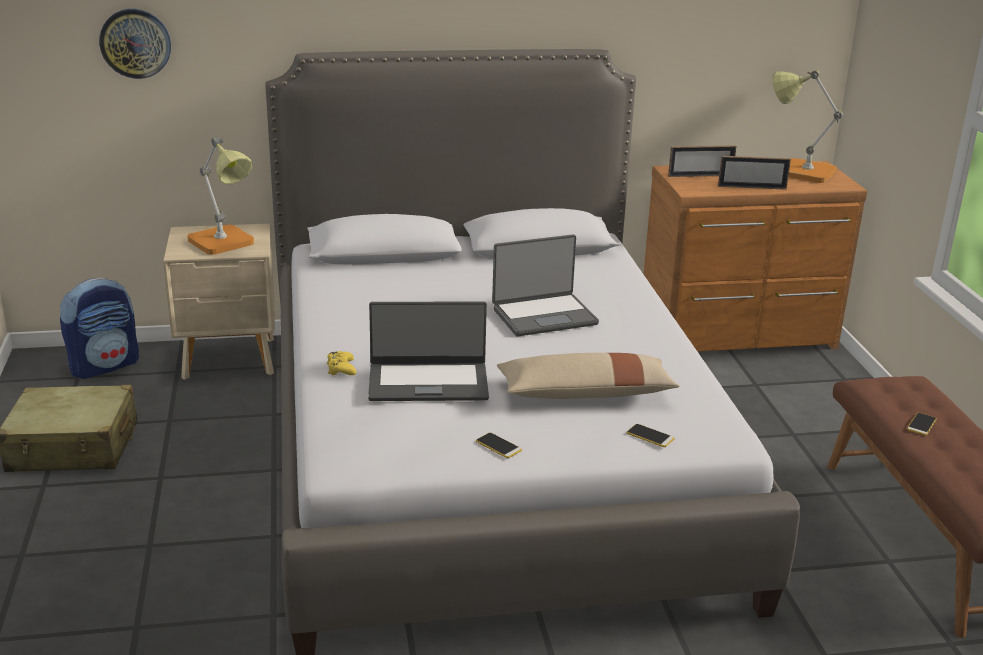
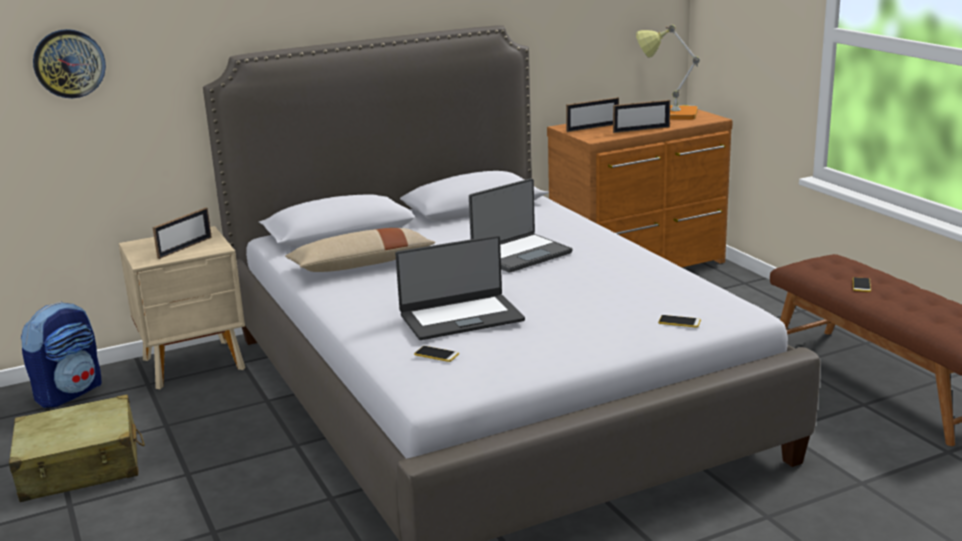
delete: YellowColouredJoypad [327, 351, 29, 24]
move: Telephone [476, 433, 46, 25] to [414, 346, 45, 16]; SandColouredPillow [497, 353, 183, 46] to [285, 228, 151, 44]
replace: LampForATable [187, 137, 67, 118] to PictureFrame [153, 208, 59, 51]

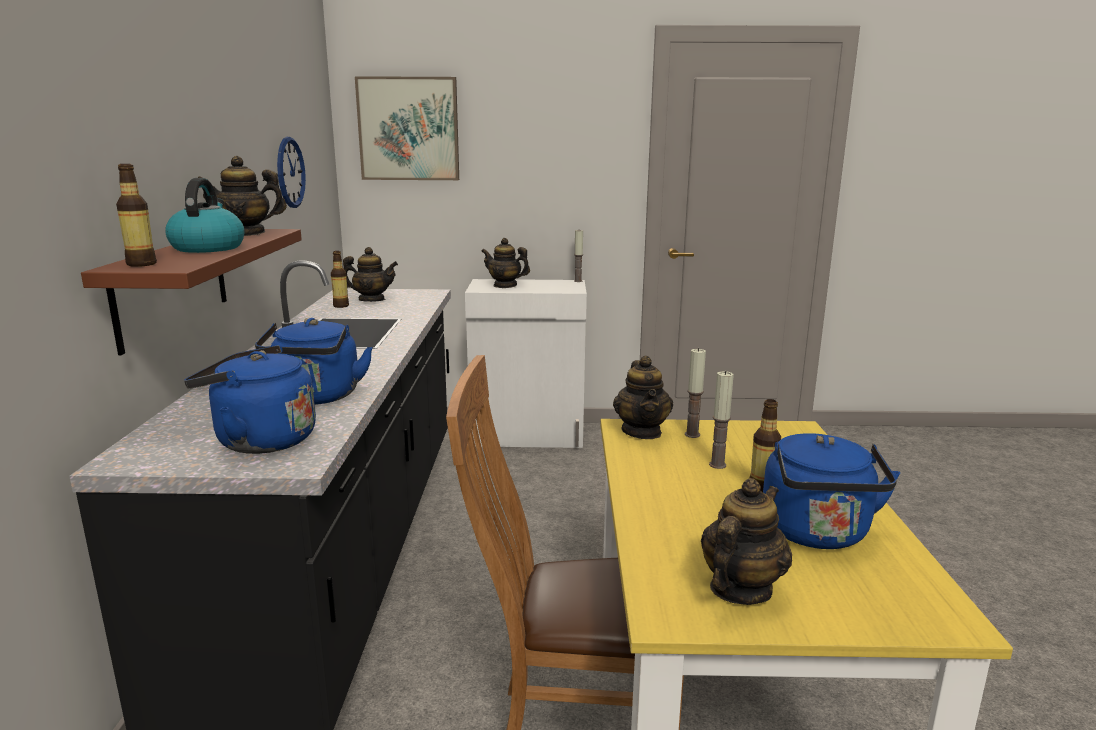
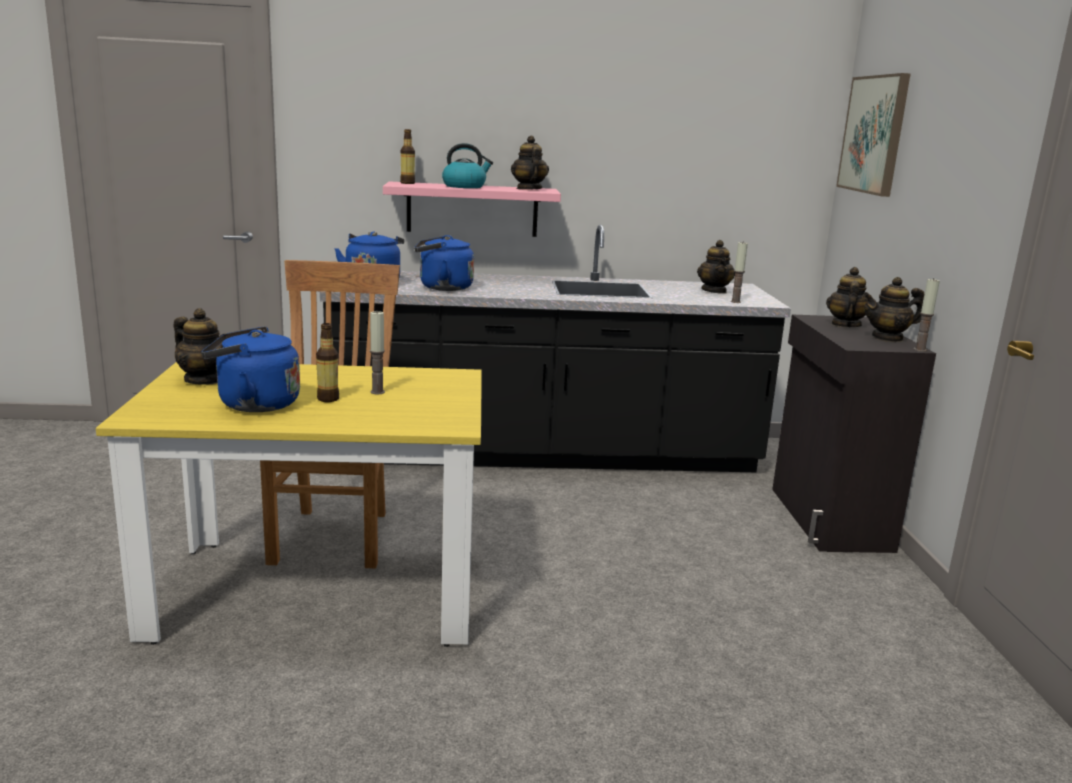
delete: HangingClock [277, 137, 29, 71]; DrinkBottle [331, 251, 18, 57]
move: TeaPot [613, 356, 60, 83] to [863, 277, 61, 65]; WaxLight [685, 348, 21, 90] to [731, 241, 17, 62]
recolor: BrownishBracketShelf [81, 229, 221, 126] to PinkColouredBracketShelf [383, 182, 178, 55]; WhitishCupboard [465, 279, 122, 169] to BlackishCupboard [772, 315, 164, 238]

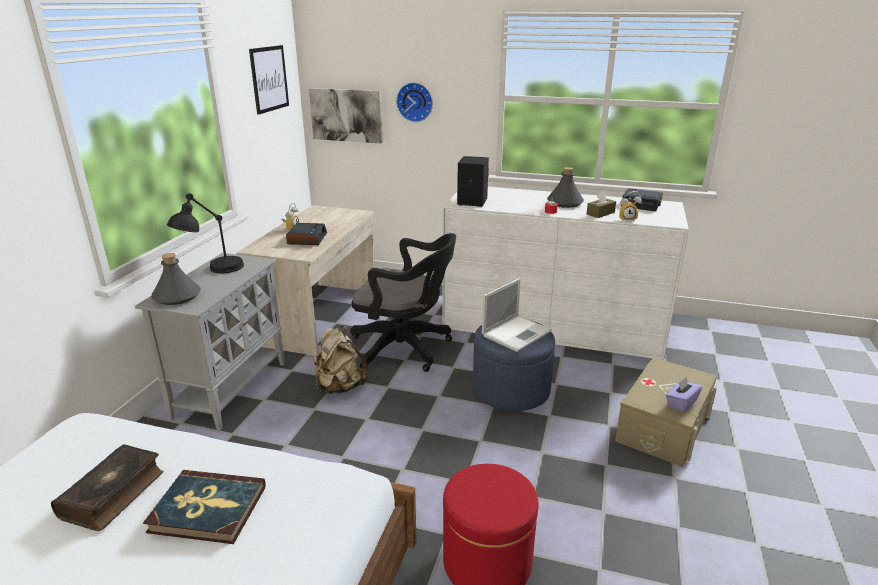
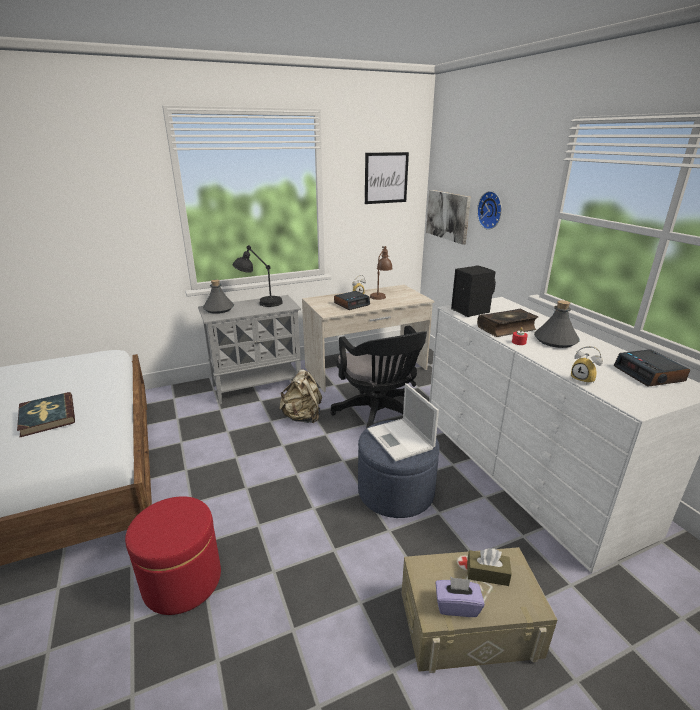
insert: BrownishLampForATable [370, 246, 23, 54]
move: BoundBook [51, 444, 113, 87] to [477, 309, 61, 28]; BrownishTissueHolder [587, 191, 29, 27] to [467, 548, 45, 38]
rotate: Laptop [482, 278, 70, 74] = [367, 383, 72, 79] 60 degrees clockwise

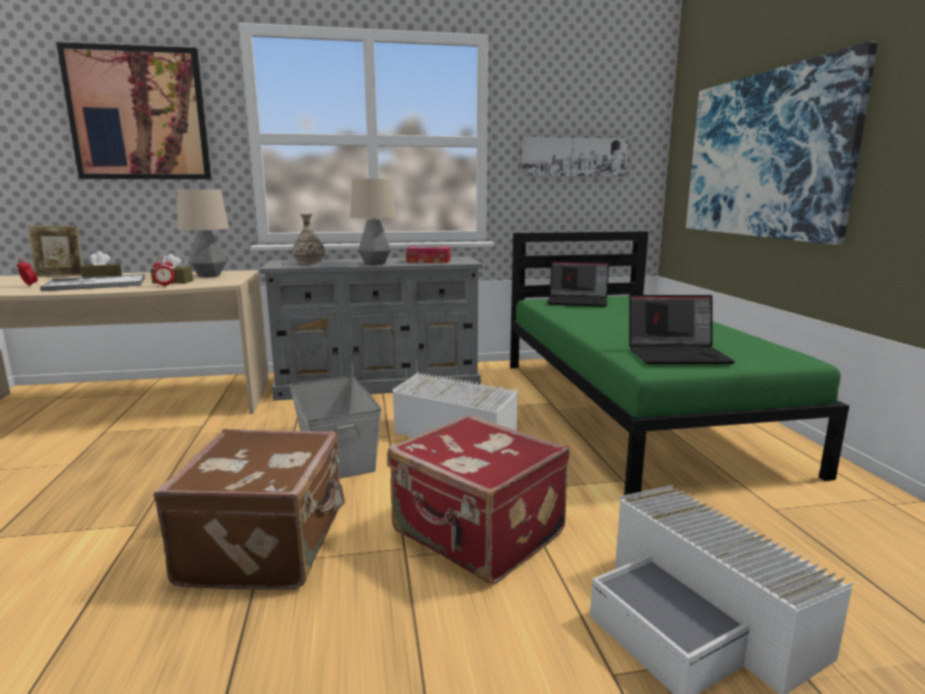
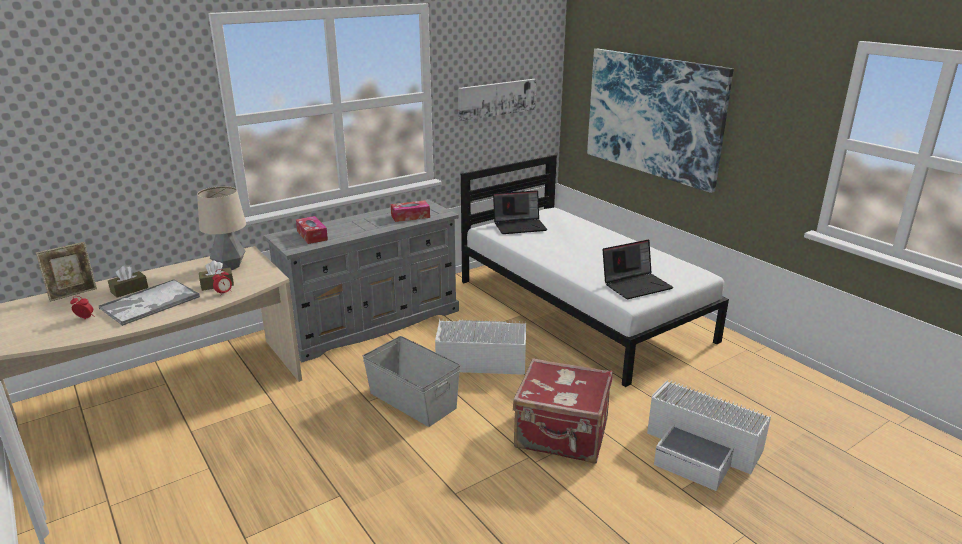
delete: WallPicture [56, 42, 155, 137]; BrownishTravelCase [153, 429, 192, 161]; LampForATable [350, 179, 46, 86]
replace: DecorativeVase [292, 213, 33, 51] to TissueHolder [296, 216, 32, 28]
recolor: GreenishBedroomBed [510, 231, 339, 268] to WhitishBedroomBed [461, 155, 268, 232]

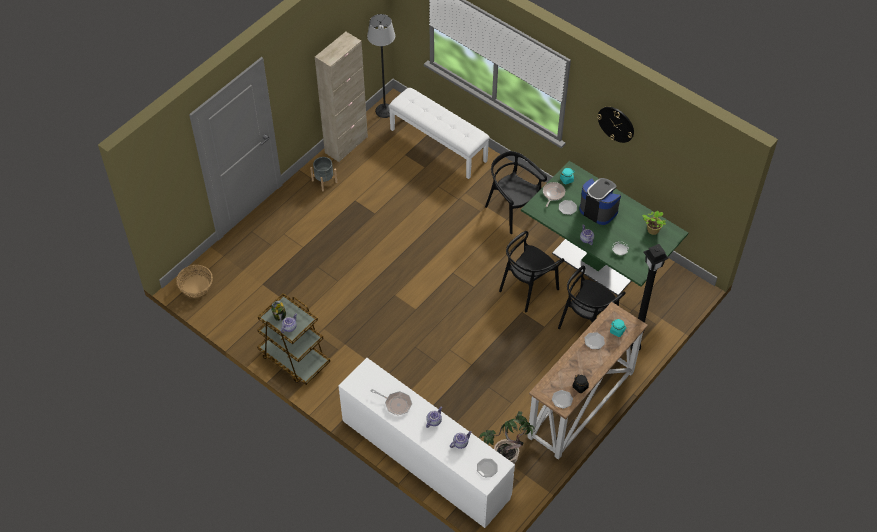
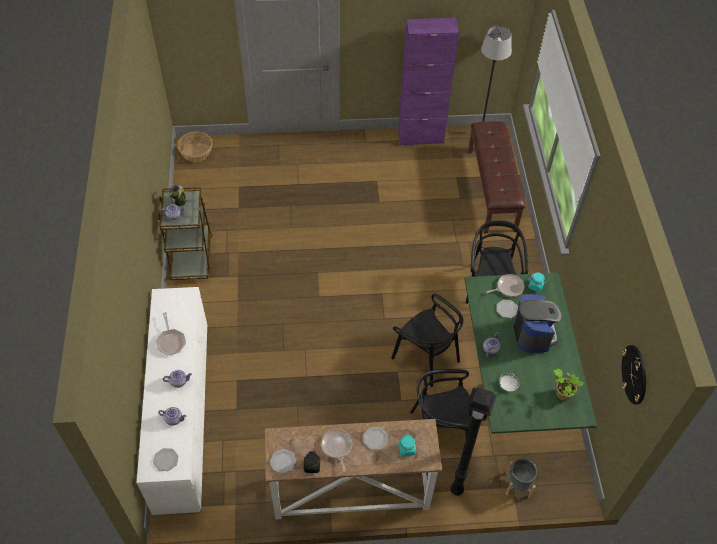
delete: PlantInAPot [479, 411, 56, 53]
insert: FryingPan [321, 429, 31, 43]
move: GrayPlantPot [310, 157, 27, 34] to [506, 459, 31, 39]; HangingClock [597, 107, 37, 36] to [622, 345, 24, 60]
recolor: SandColouredCupboard [315, 32, 53, 130] to PurpleColouredCupboard [398, 18, 61, 128]; WhitishLongSeat [388, 88, 102, 91] to BrownishLongSeat [468, 121, 57, 113]
rotate: BlackishPlainChair [499, 231, 65, 81] = [391, 294, 73, 93] 135 degrees counterclockwise

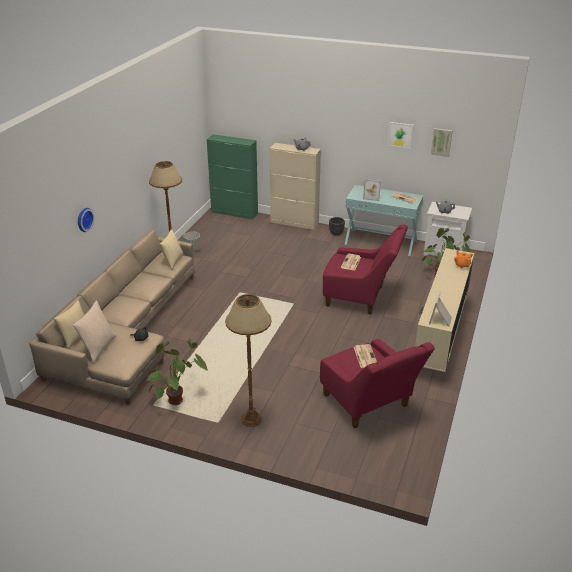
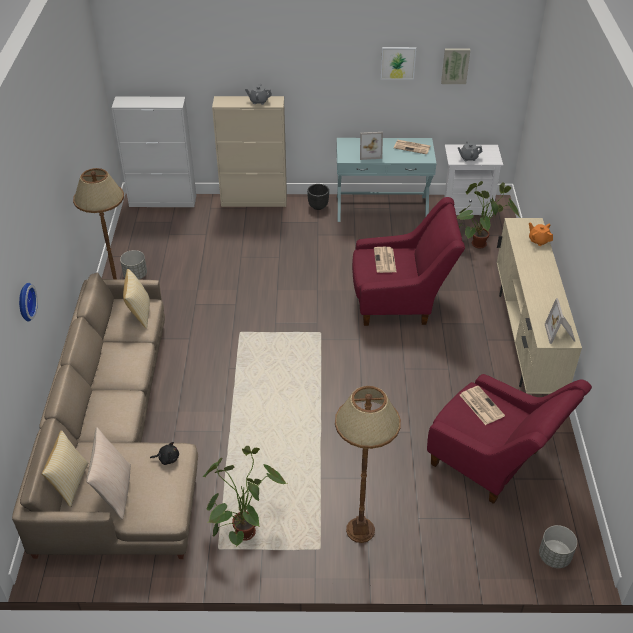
insert: GrayPlantPot [539, 525, 38, 43]
recolor: GreenishCupboard [207, 134, 51, 86] to WhitishCupboard [111, 97, 85, 110]

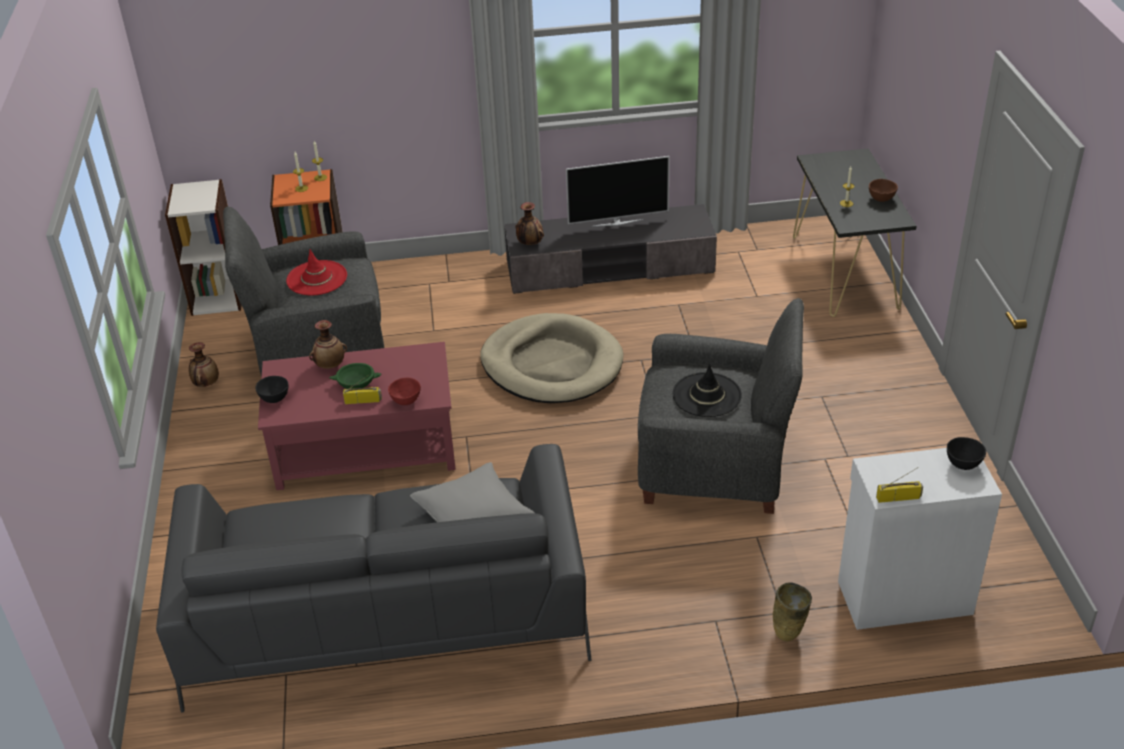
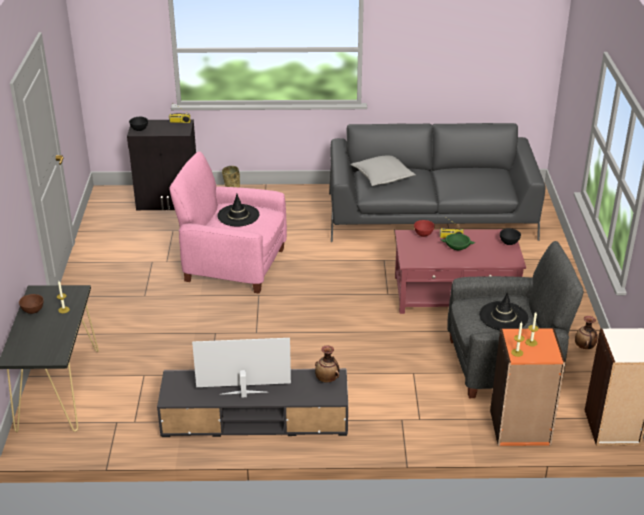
delete: DecorativeVase [309, 320, 38, 49]; SandColouredPetBed [480, 313, 144, 90]
recolor: ReddishWearableHat [286, 249, 61, 46] to BlackishWearableHat [479, 292, 49, 38]; GrayArmchair [638, 298, 166, 216] to PinkColouredArmchair [169, 151, 118, 143]; WhitishCupboard [838, 448, 164, 182] to BlackishCupboard [127, 120, 69, 90]

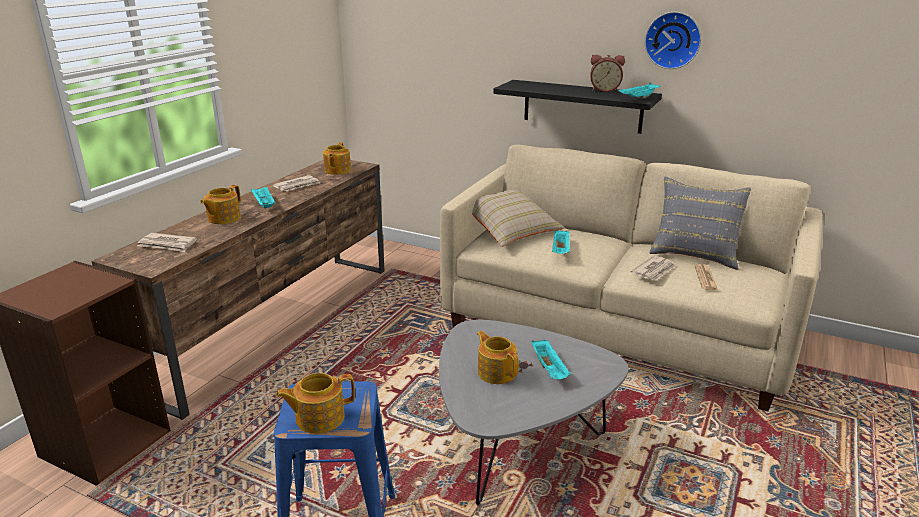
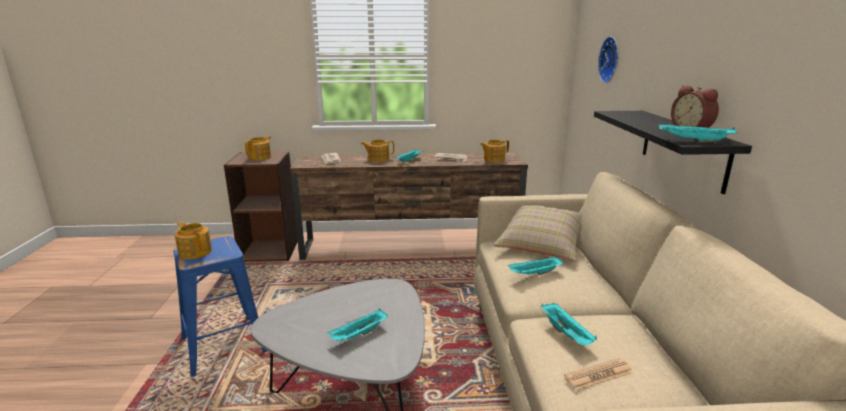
delete: GrayPillow [650, 177, 101, 93]
move: TeaPot [477, 331, 42, 53] to [245, 136, 26, 24]; HangingClock [644, 12, 57, 57] to [598, 36, 21, 47]
replace: Newspaper [631, 256, 44, 25] to TurquoiseColouredServingTray [541, 303, 56, 42]

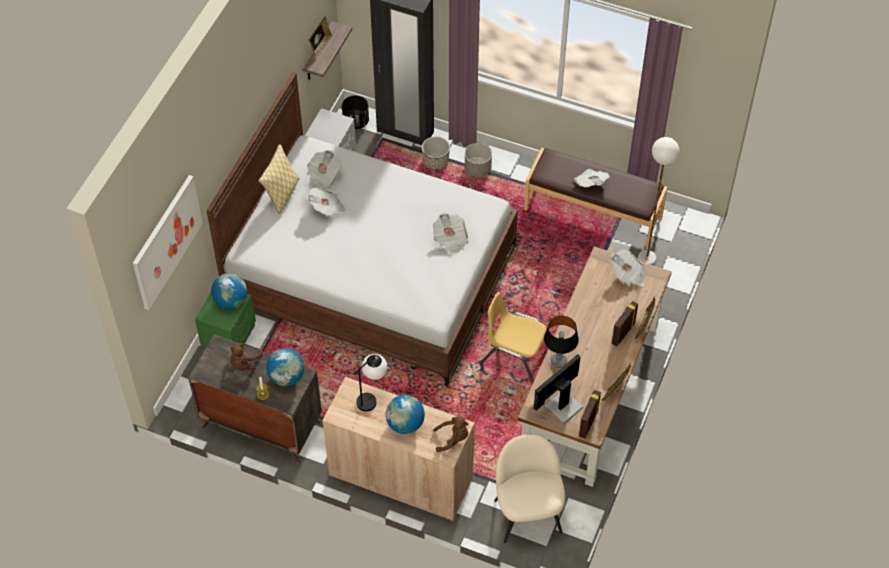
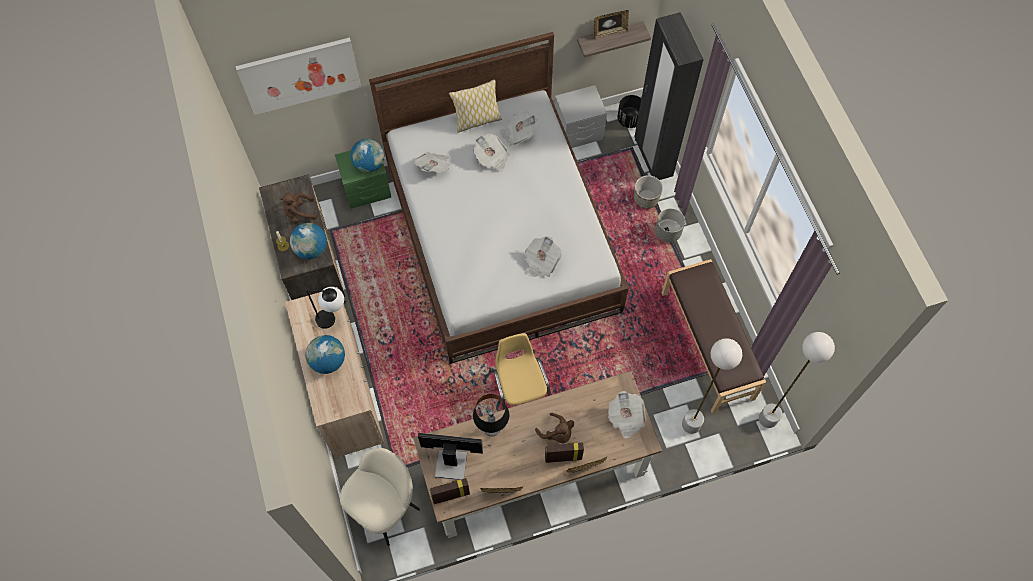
insert: WhitishFloorLamp [759, 332, 76, 96]
move: BrownishCuddlyToy [433, 416, 35, 36] to [535, 413, 39, 30]; Newspaper [574, 169, 36, 18] to [414, 152, 36, 21]

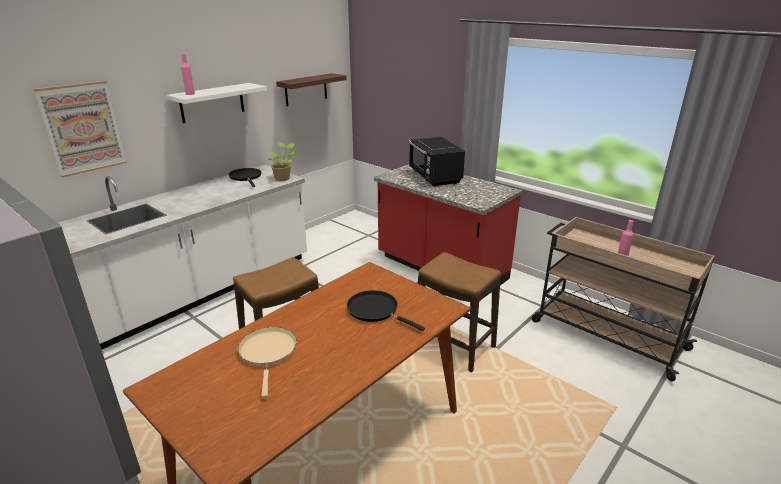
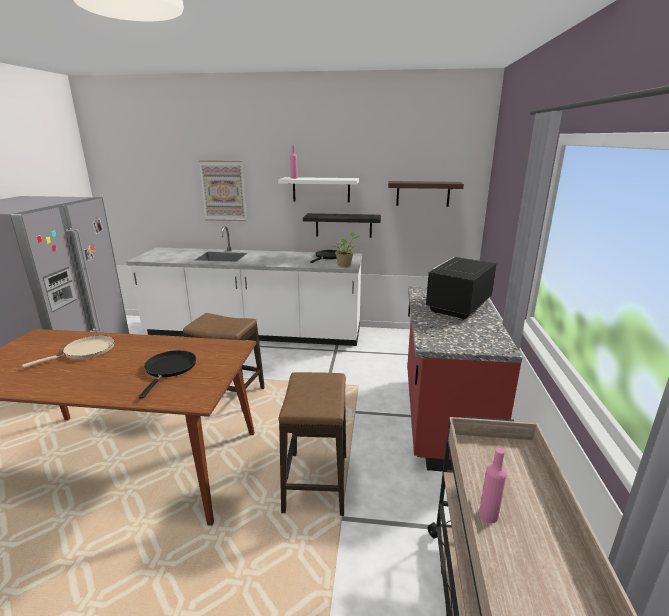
insert: BlackishBracketShelf [303, 213, 78, 25]

